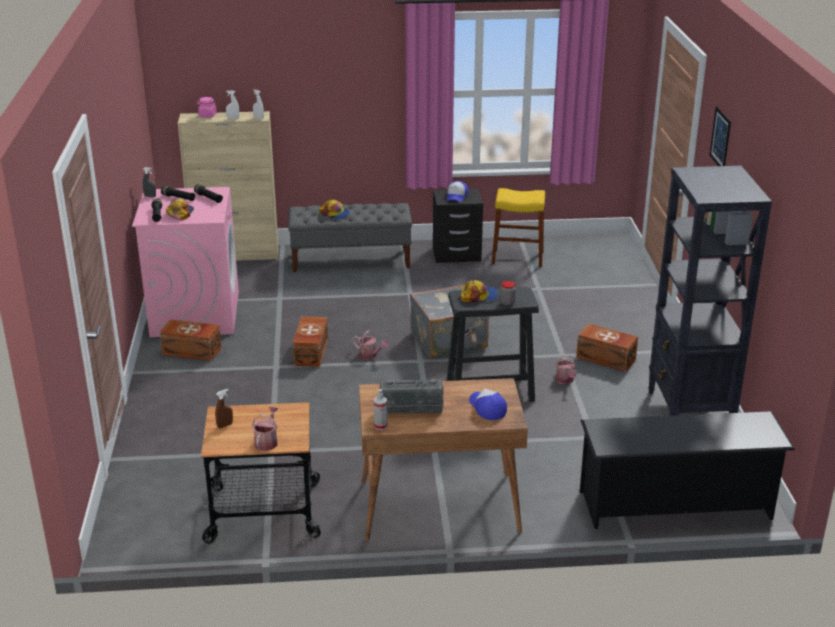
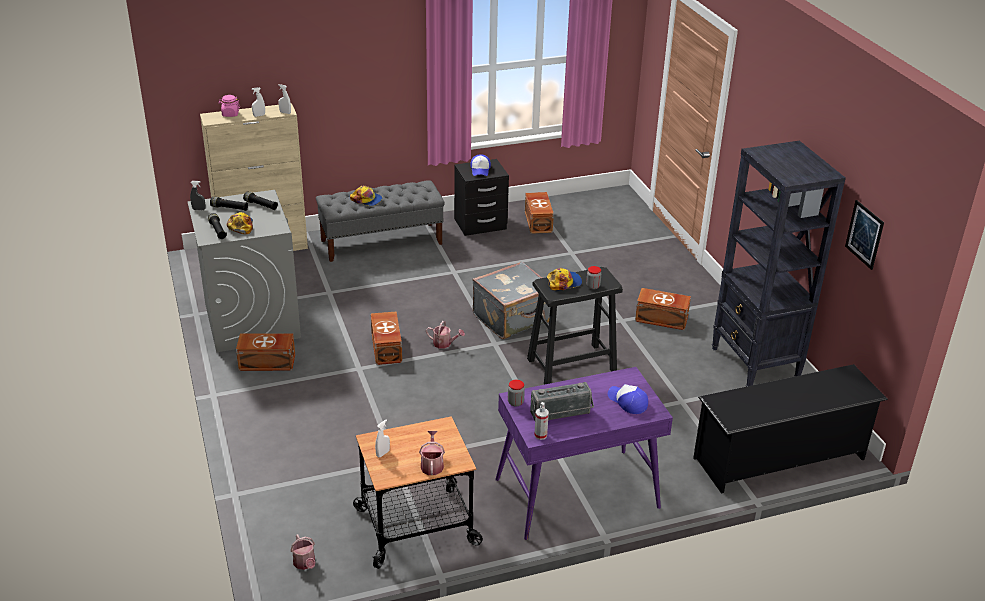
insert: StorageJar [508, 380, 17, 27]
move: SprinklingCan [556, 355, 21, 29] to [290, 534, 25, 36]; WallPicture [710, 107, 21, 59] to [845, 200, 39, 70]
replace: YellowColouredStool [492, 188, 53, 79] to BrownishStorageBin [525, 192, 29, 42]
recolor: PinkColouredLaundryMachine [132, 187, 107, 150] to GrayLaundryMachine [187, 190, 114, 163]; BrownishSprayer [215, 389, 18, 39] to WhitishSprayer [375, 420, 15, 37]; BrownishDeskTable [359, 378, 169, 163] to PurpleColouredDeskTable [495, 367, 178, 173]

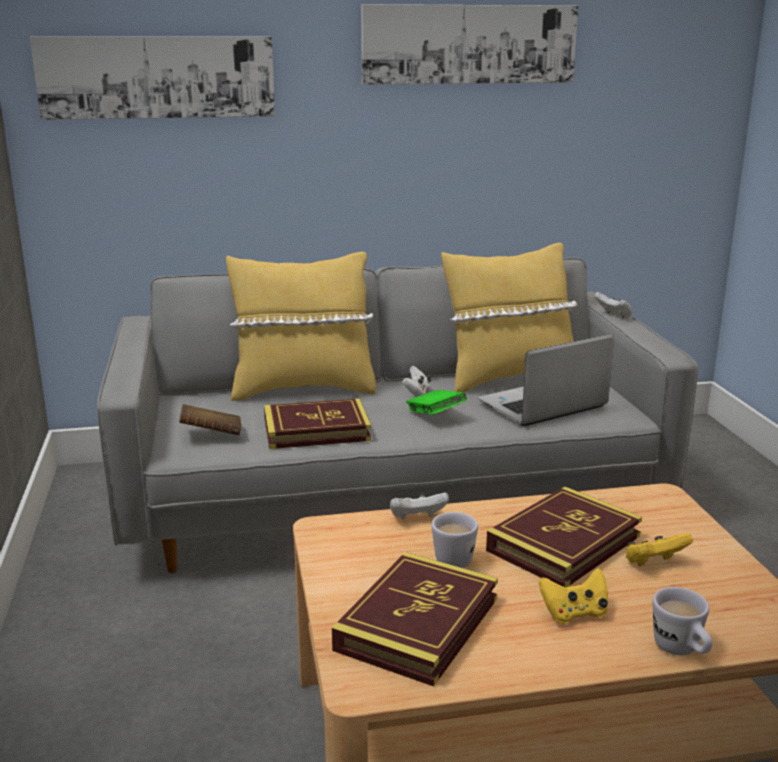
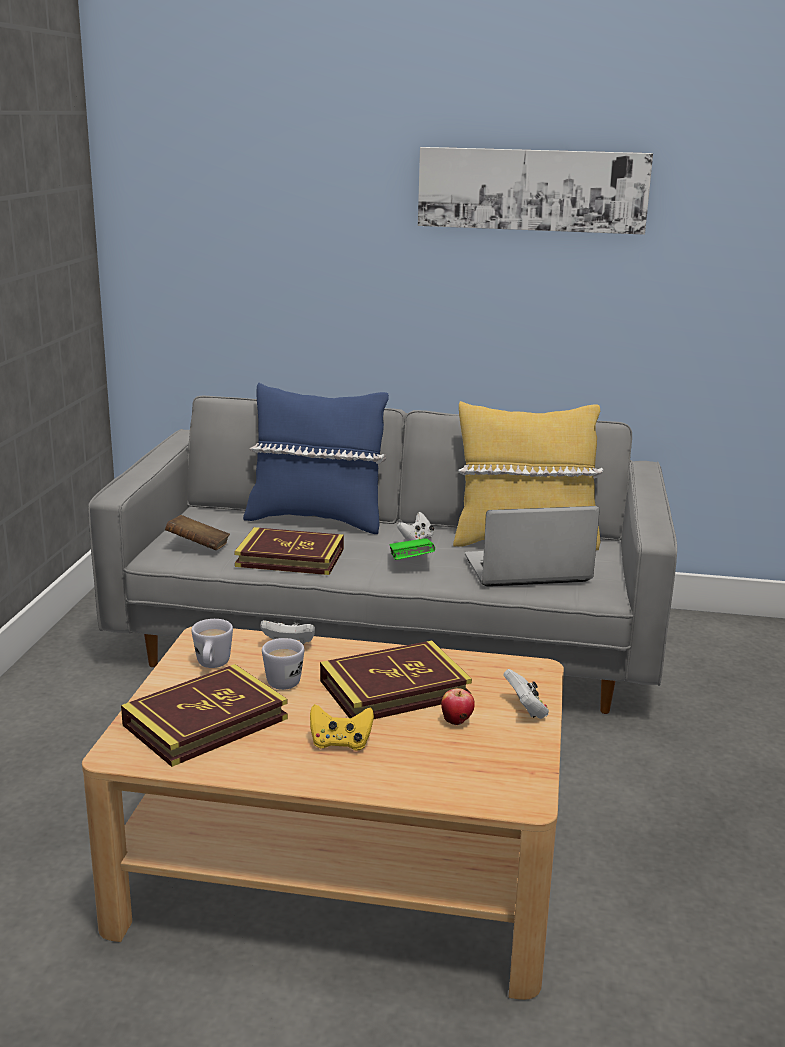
delete: WallPicture [30, 36, 245, 84]
move: WhitishJoypad [595, 292, 37, 26] to [503, 669, 46, 50]; WhitishTeaMug [653, 587, 59, 68] to [191, 619, 42, 49]
replace: YellowColouredJoypad [626, 533, 67, 33] to Apple [441, 688, 34, 37]
recolor: YellowColouredPillow [226, 252, 150, 149] to BlueColouredPillow [243, 383, 146, 151]

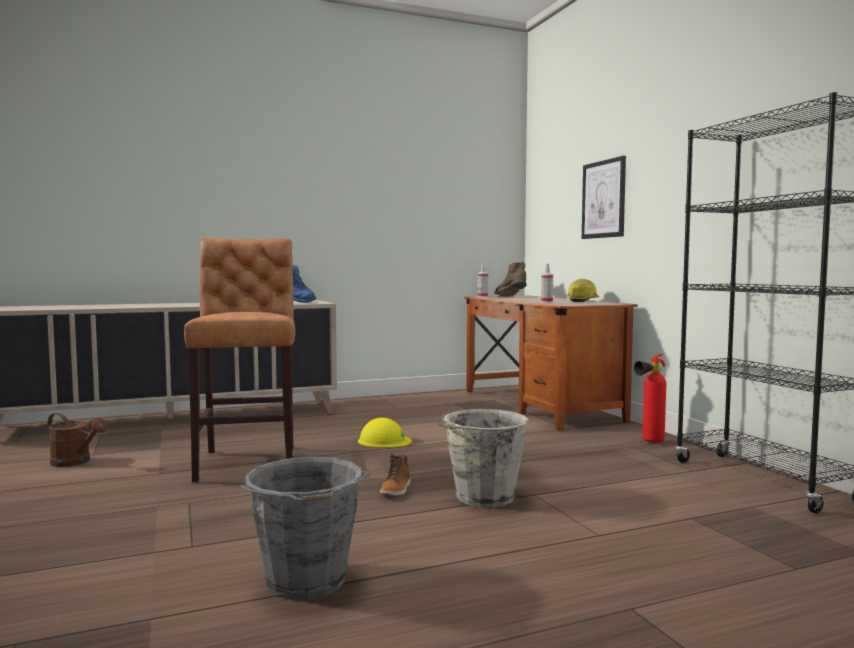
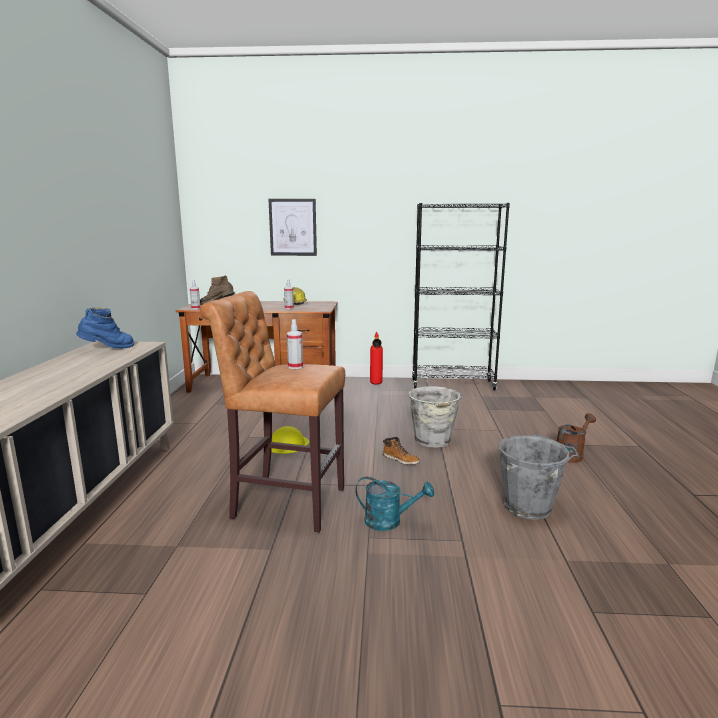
insert: Sprayer [287, 319, 16, 50]; TurquoiseColouredSprinklingCan [355, 477, 79, 54]
move: BrownishSprinklingCan [47, 413, 61, 54] to [557, 413, 39, 50]

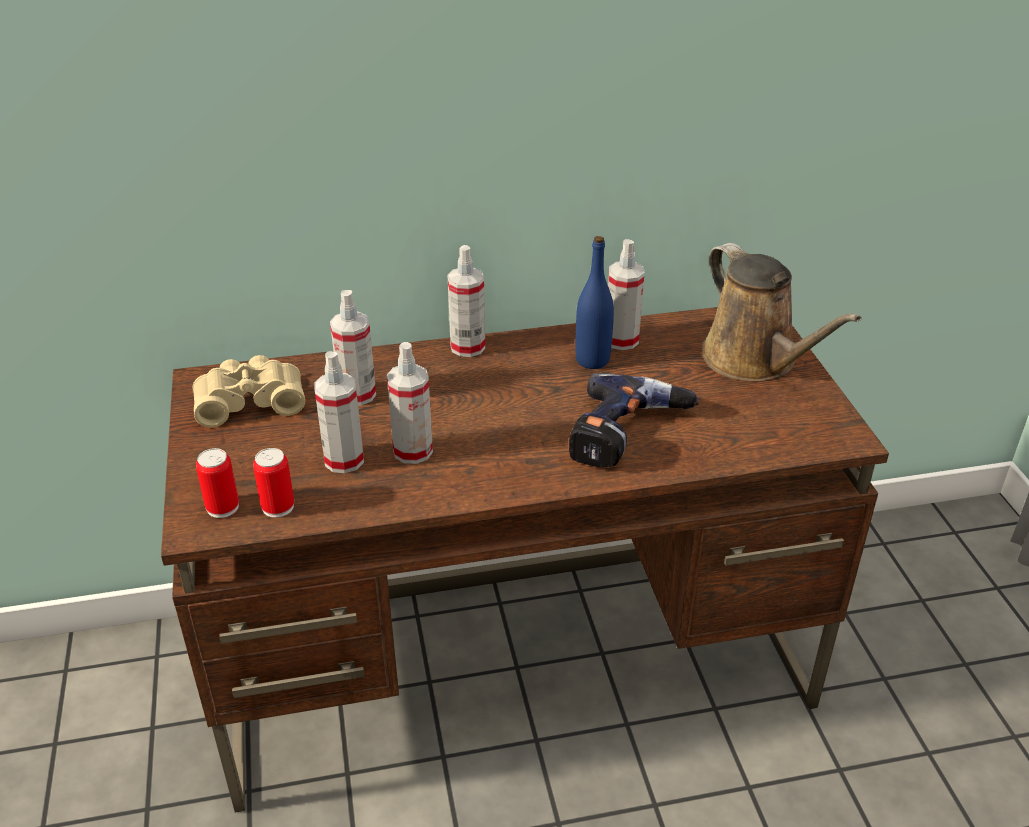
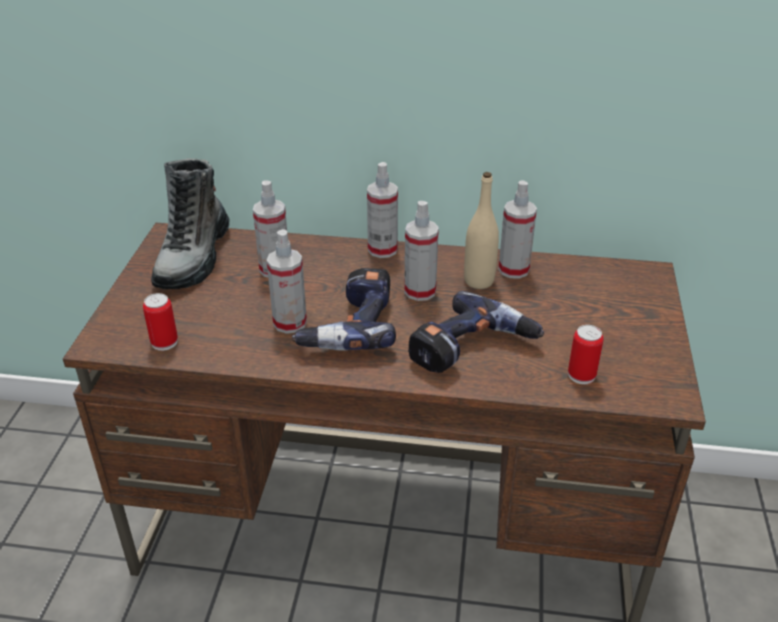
delete: BrownishSprinklingCan [702, 243, 160, 139]
insert: Drill [292, 268, 104, 83]
move: SealedCan [196, 448, 43, 70] to [568, 325, 36, 59]; Sprayer [314, 351, 50, 122] to [404, 201, 35, 100]
replace: SandColouredFieldGlasses [192, 355, 113, 72] to HighTopBoot [151, 158, 79, 131]
recolor: BlueColouredDrinkBottle [575, 236, 39, 133] to SandColouredDrinkBottle [464, 172, 35, 117]

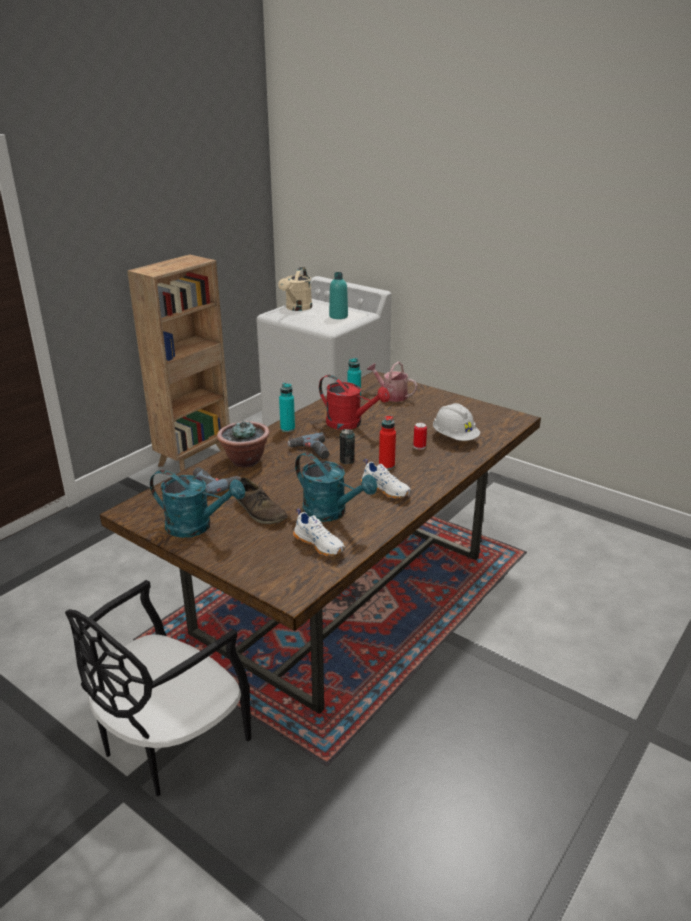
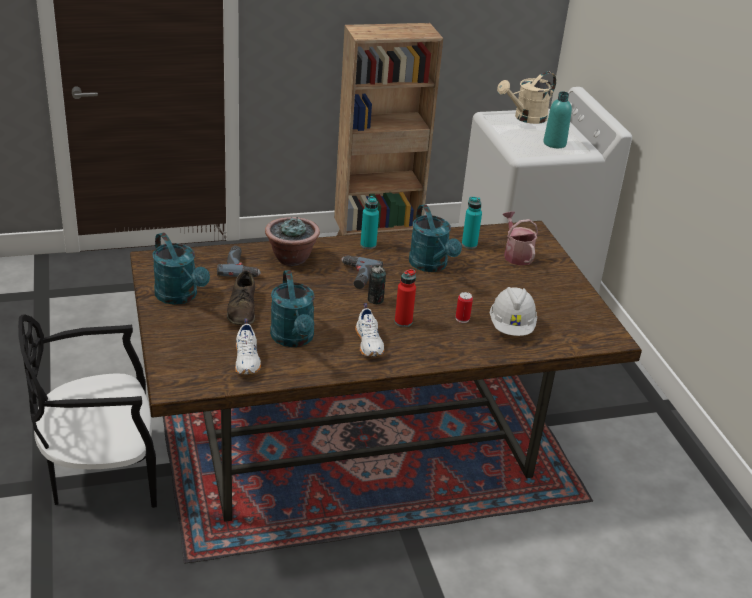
recolor: ReddishSprinklingCan [319, 375, 71, 55] to TurquoiseColouredSprinklingCan [409, 204, 53, 68]

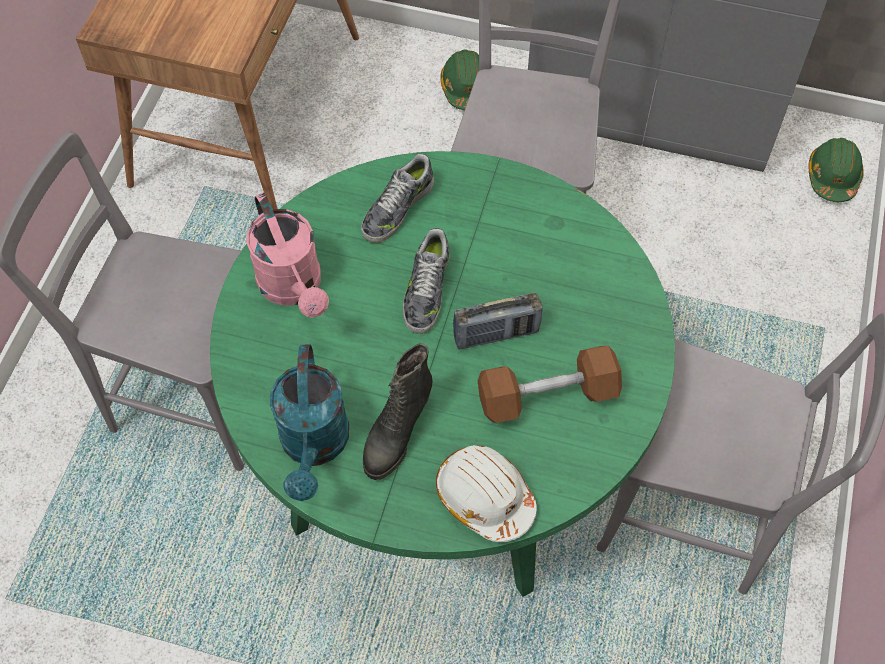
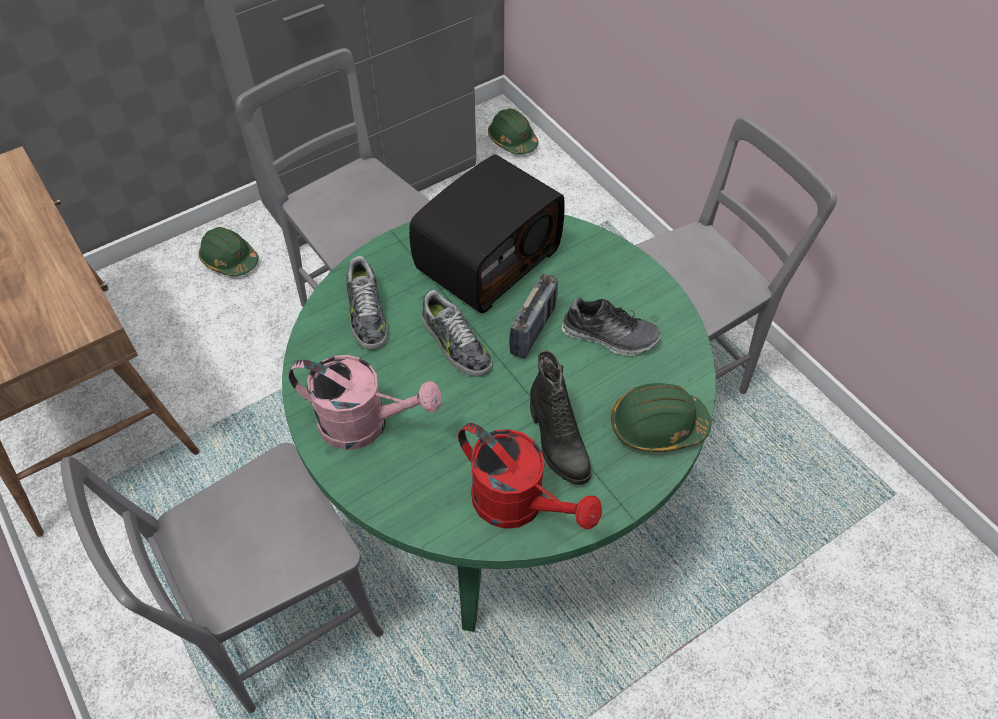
insert: RadioSet [409, 154, 156, 159]
replace: BrownishHandWeight [478, 346, 144, 77] to ItemOfFootwear [562, 297, 99, 59]
recolor: TurquoiseColouredSprinklingCan [270, 344, 79, 157] to ReddishSprinklingCan [458, 423, 144, 107]; WhitishWorkHelmet [436, 445, 101, 97] to GreenishWorkHelmet [611, 383, 100, 69]

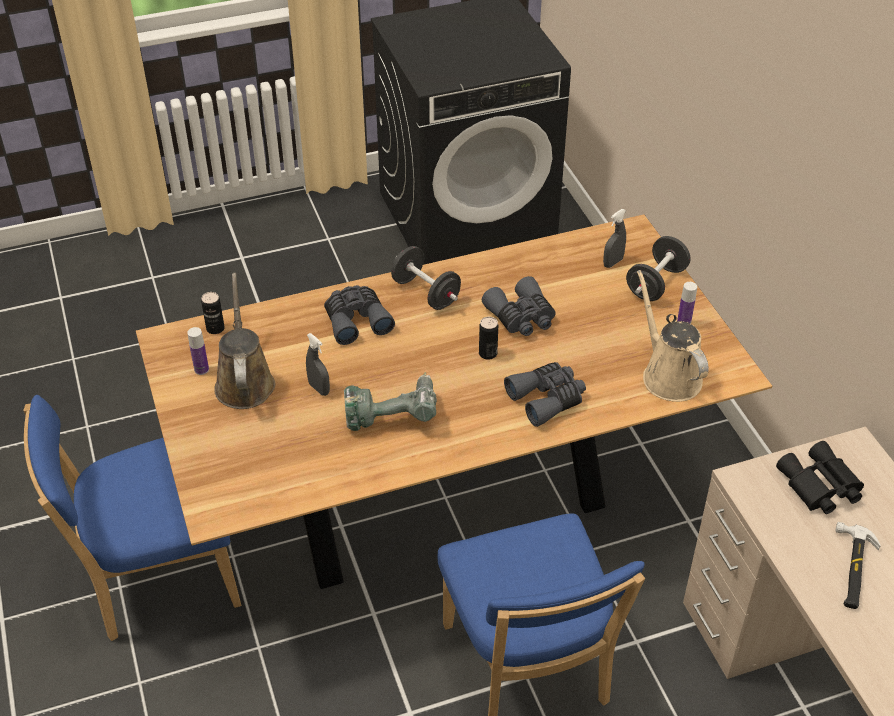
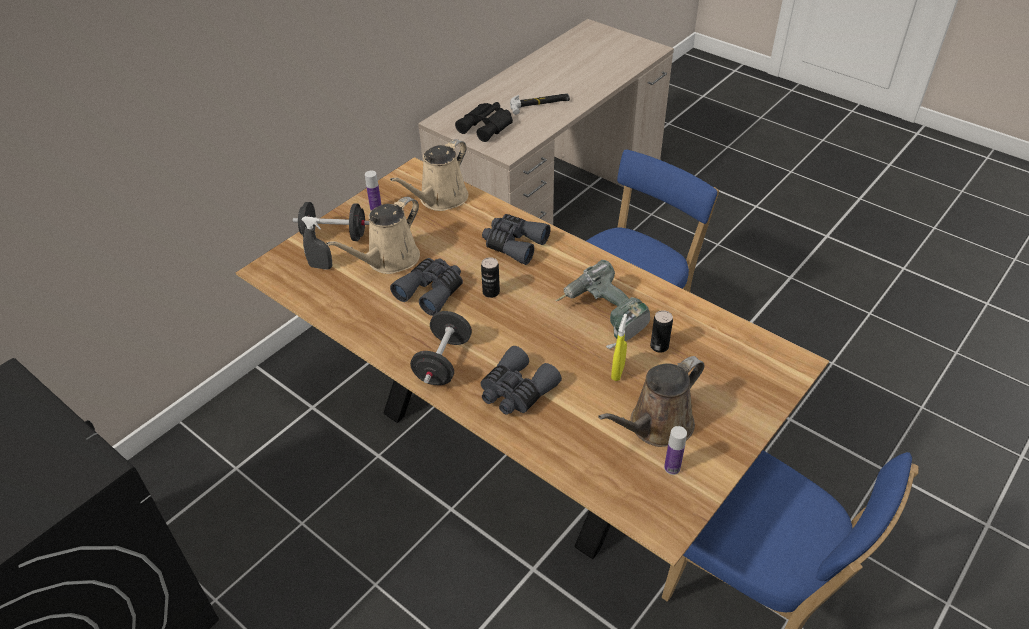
insert: SandColouredSprinklingCan [326, 197, 94, 77]
move: SealedCan [201, 292, 24, 42] to [650, 310, 23, 43]
recolor: GraySprayer [306, 333, 24, 63] to YellowColouredSprayer [611, 314, 16, 67]

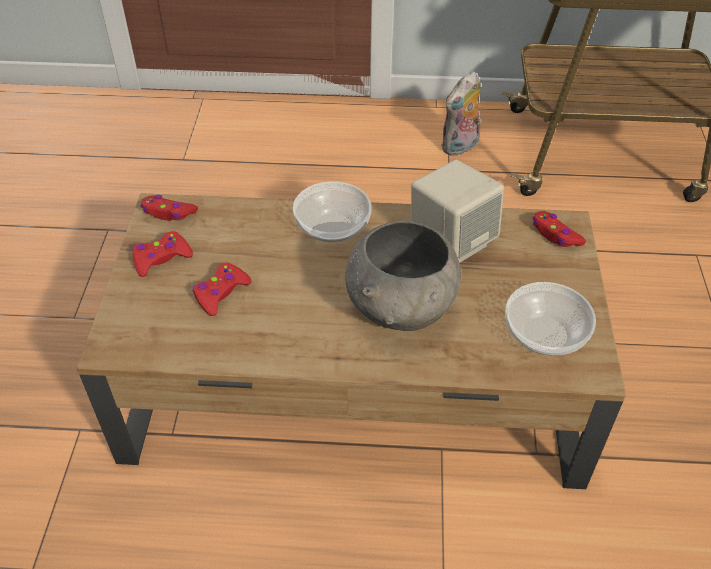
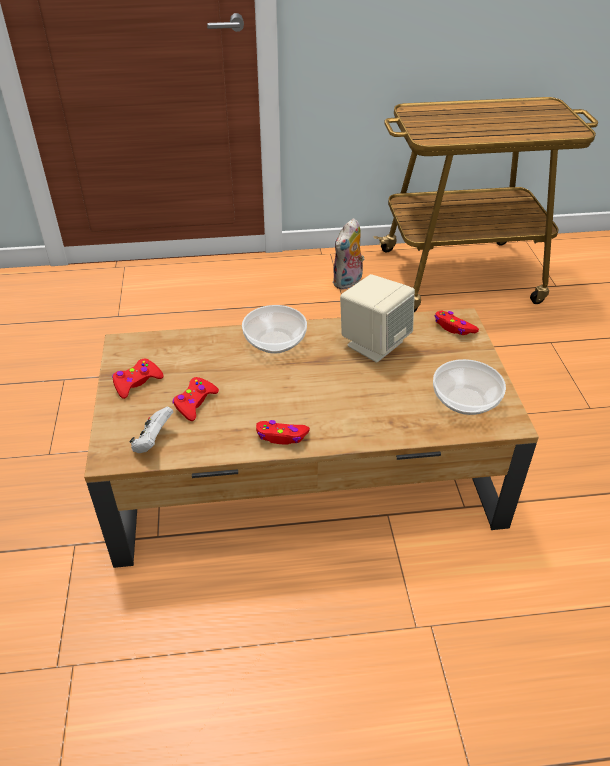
delete: GrayDeepDish [345, 221, 116, 110]
insert: WhitishJoypad [130, 406, 43, 47]
move: ReddishJoypad [141, 195, 57, 26] to [256, 420, 54, 25]

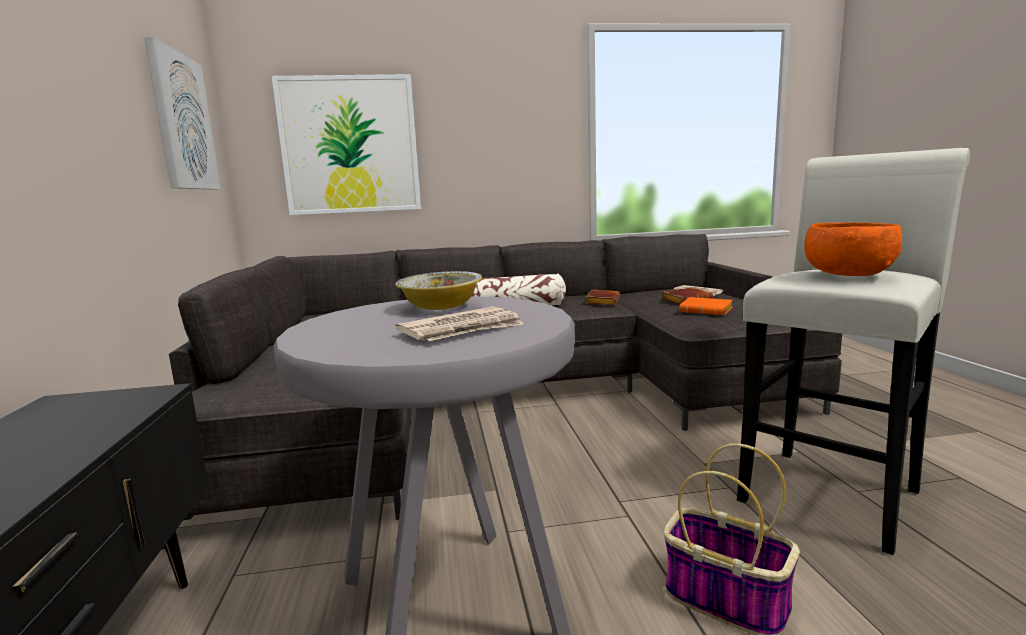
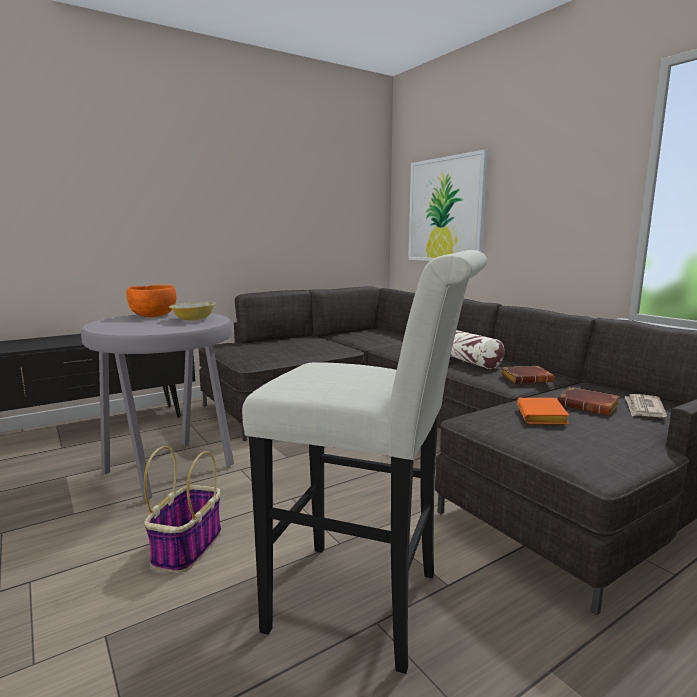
delete: WallPicture [144, 37, 77, 153]; Newspaper [395, 306, 129, 35]
move: OrangeDeepDish [804, 222, 98, 54] to [126, 285, 50, 32]

